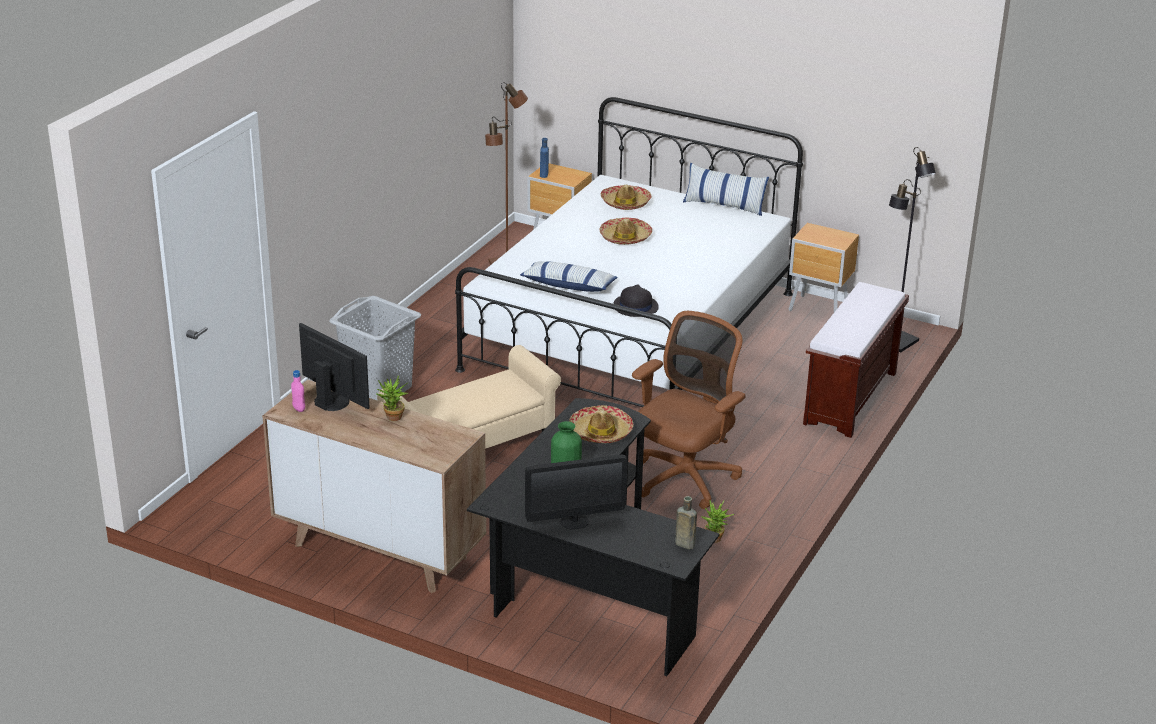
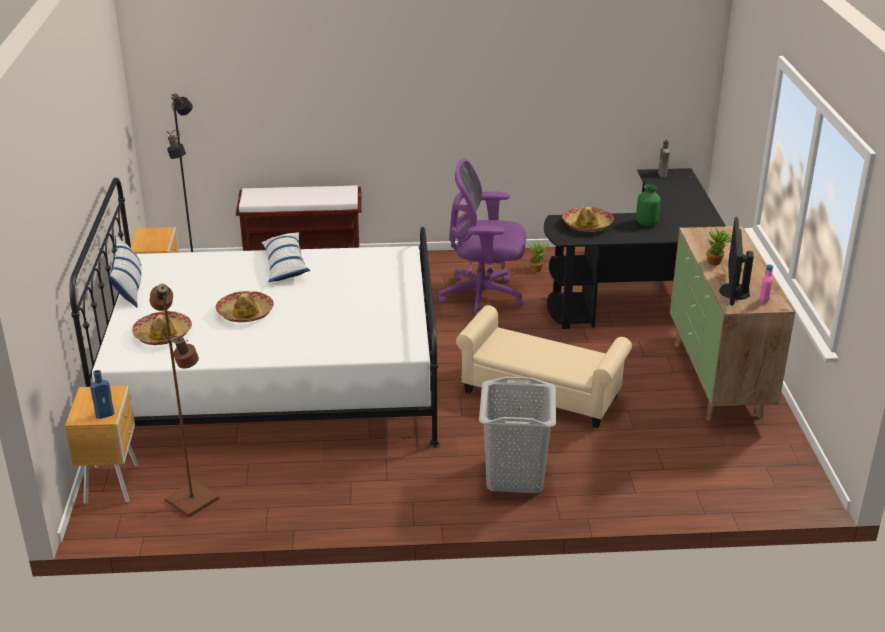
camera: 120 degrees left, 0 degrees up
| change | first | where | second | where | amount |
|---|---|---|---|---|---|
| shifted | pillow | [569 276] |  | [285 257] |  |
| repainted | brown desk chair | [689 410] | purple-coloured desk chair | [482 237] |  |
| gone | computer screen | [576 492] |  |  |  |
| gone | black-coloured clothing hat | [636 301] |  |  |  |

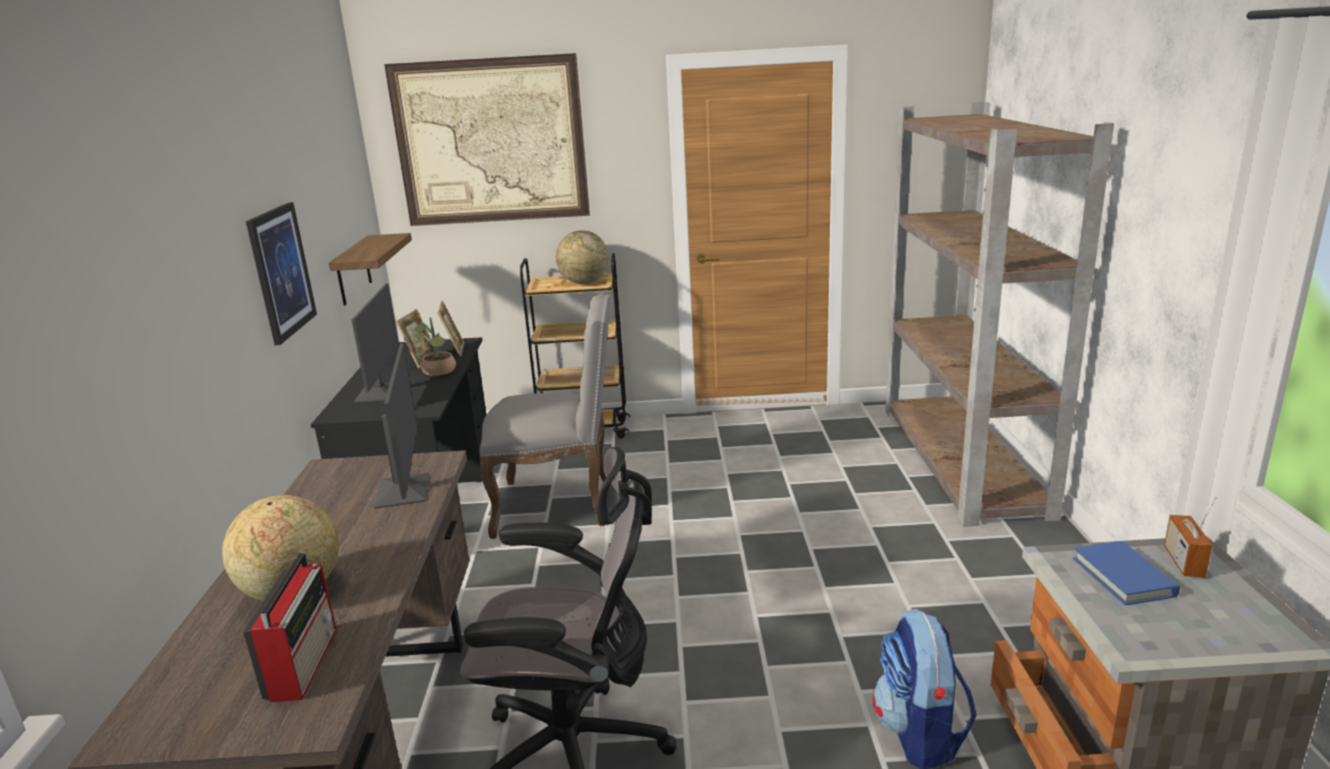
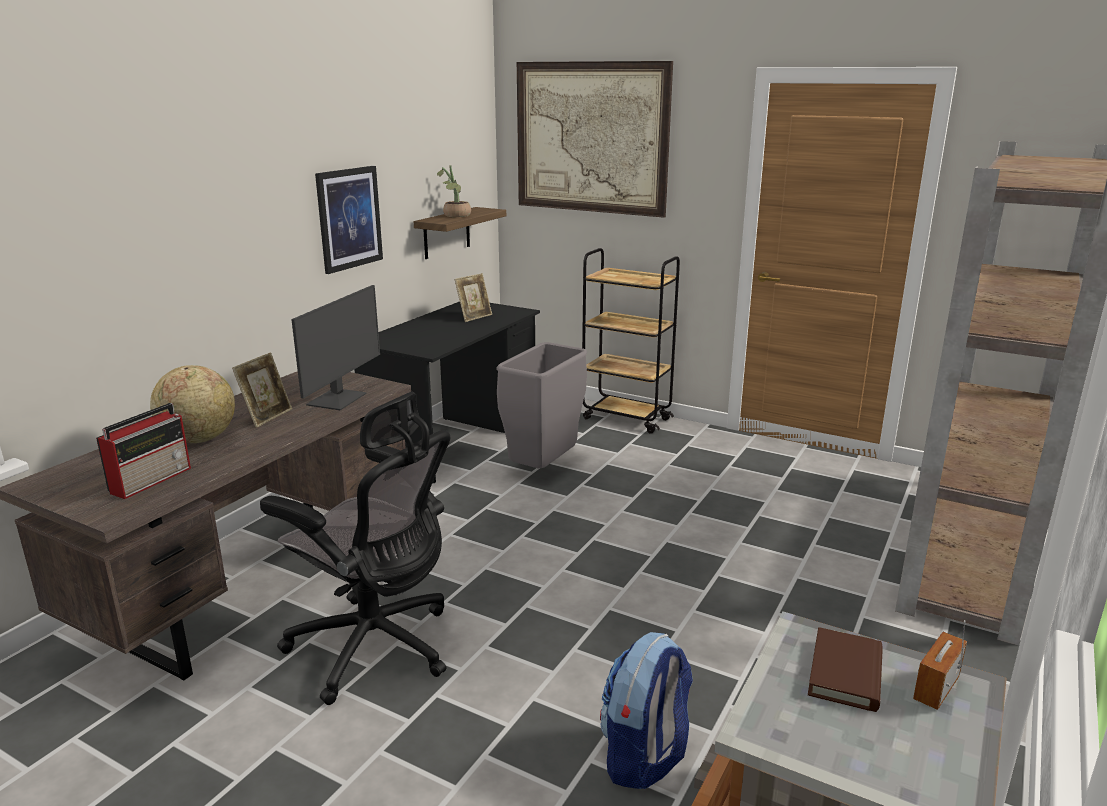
camera: 30 degrees right, 0 degrees up
| change | first | where | second | where | amount |
|---|---|---|---|---|---|
| shifted | photo frame | [450 328] |  | [262 390] |  |
| shifted | plant in a pot | [435 346] |  | [454 191] |  |
| swapped | greyish plain chair | [545 416] | greyish waste bin | [541 405] |  |
| repainted | blue-coloured book | [1126 573] | brown book | [845 669] |  |
| gone | computer screen | [375 343] |  |  |  |
| gone | world globe | [582 257] |  |  |  |

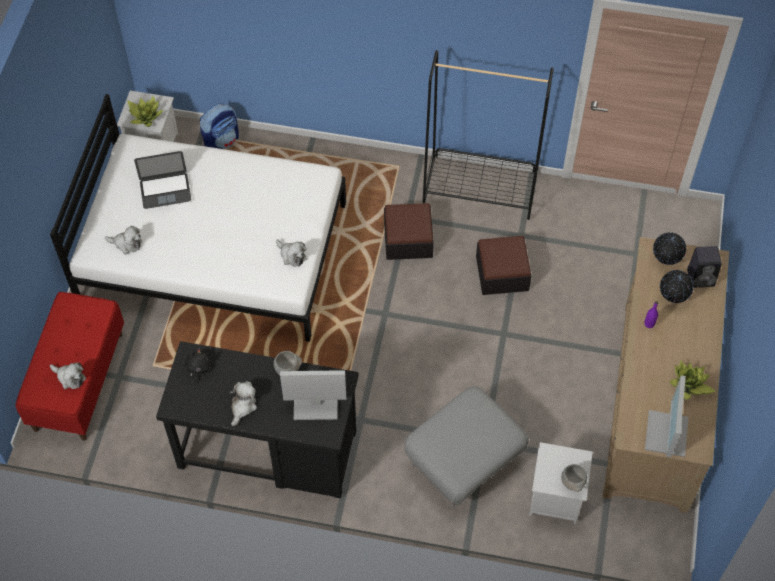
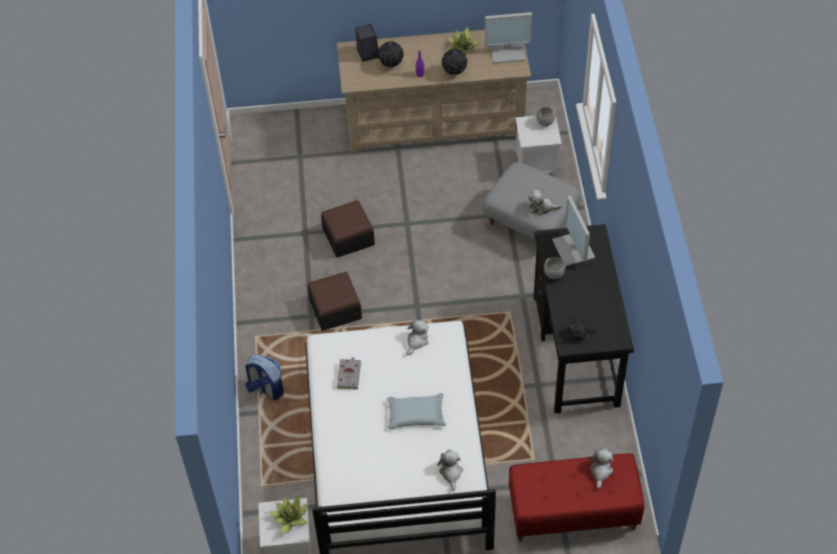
camera: 105 degrees left, 5 degrees down
| change | first | where | second | where | amount |
|---|---|---|---|---|---|
| shifted | knapsack | [219 126] |  | [264 377] |  |
| new |  |  | greyish book | [349 374] |  |
| new |  |  | blue-coloured pillow | [416 411] |  |
| shifted | world globe | [669 248] |  | [454 62] |  |
| shifted | soft toy | [243 403] |  | [545 203] |  |
| gone | portable computer | [162 180] |  |  |  |
| gone | black-coloured garment rack | [488 135] |  |  |  |

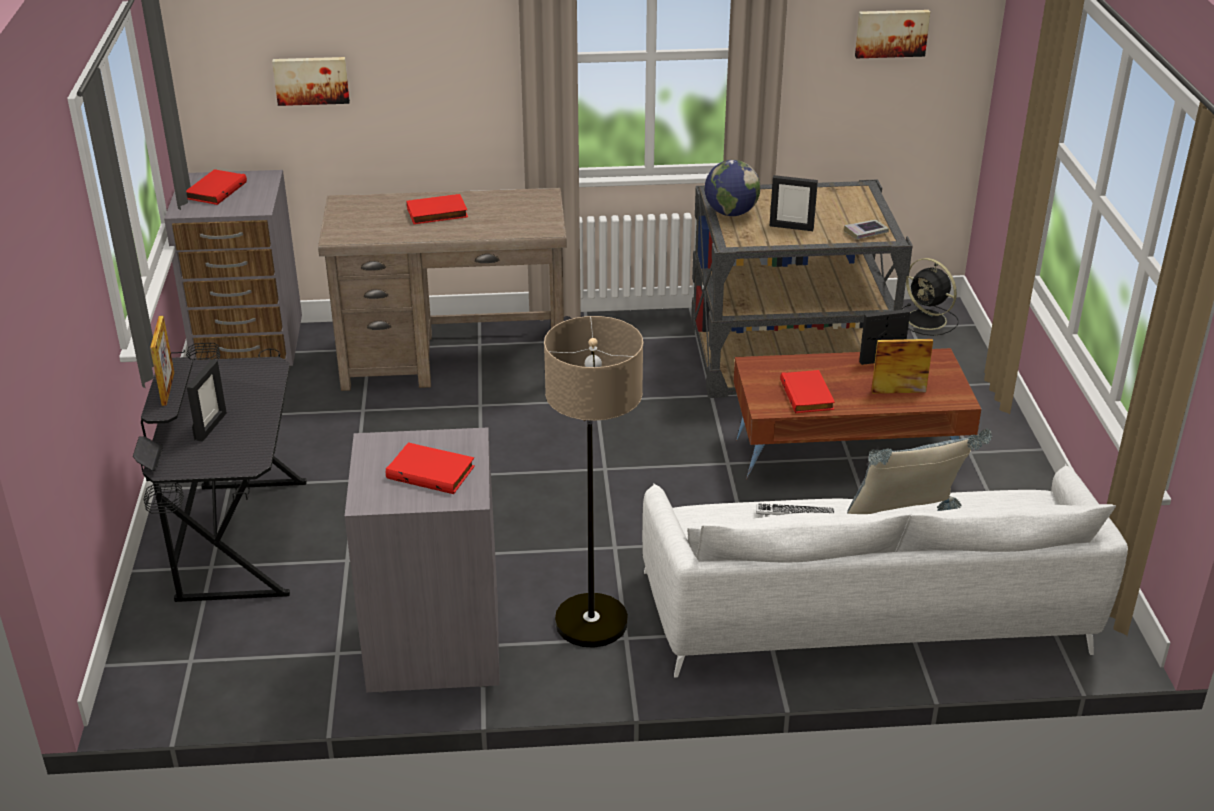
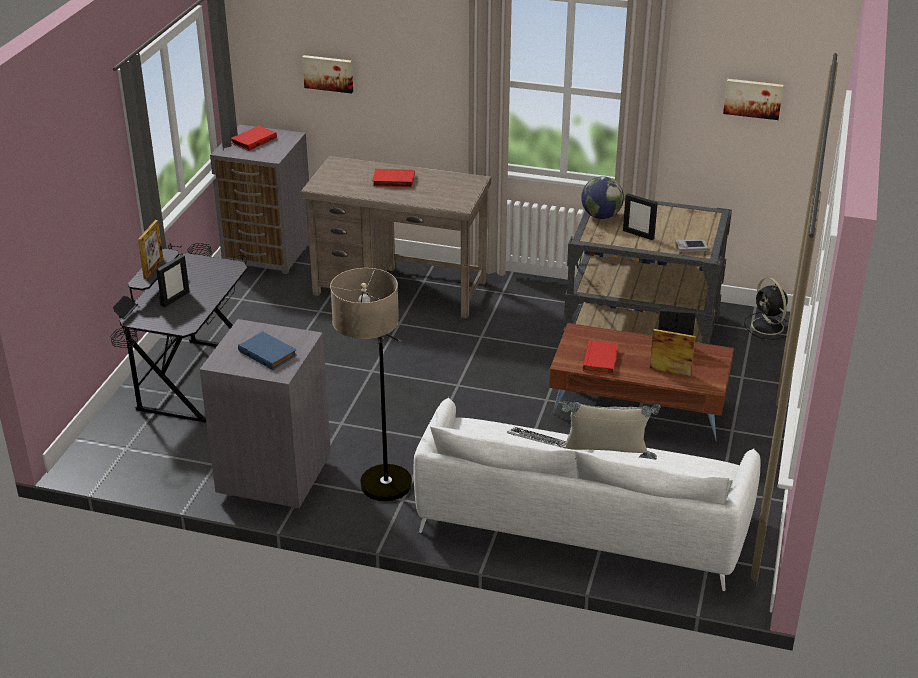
camera: 20 degrees right, 0 degrees up
| change | first | where | second | where | amount |
|---|---|---|---|---|---|
| repainted | red-coloured book | [430 468] | blue-coloured book | [267 350] |  |

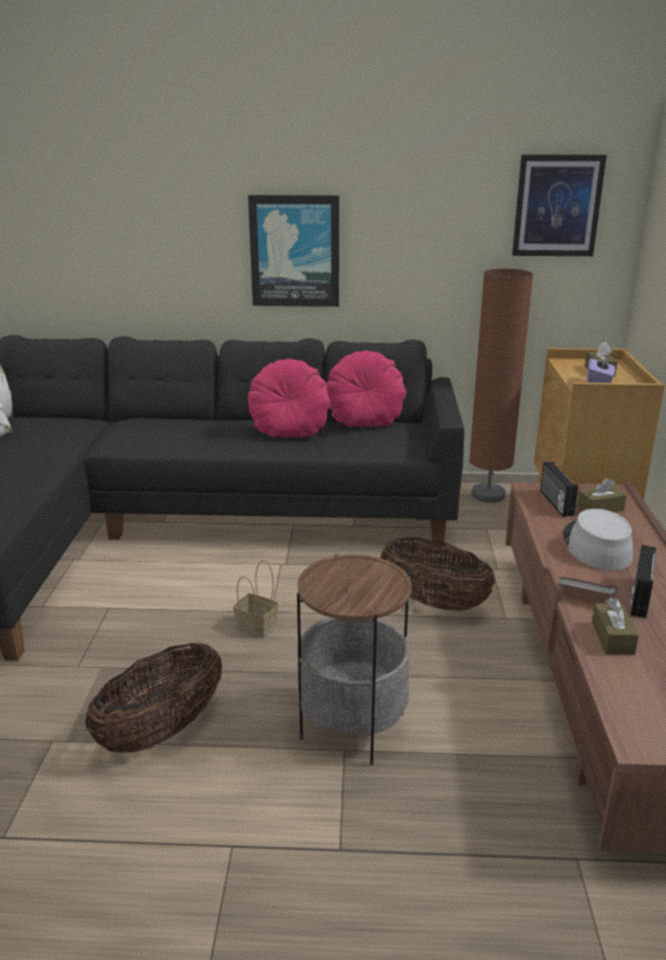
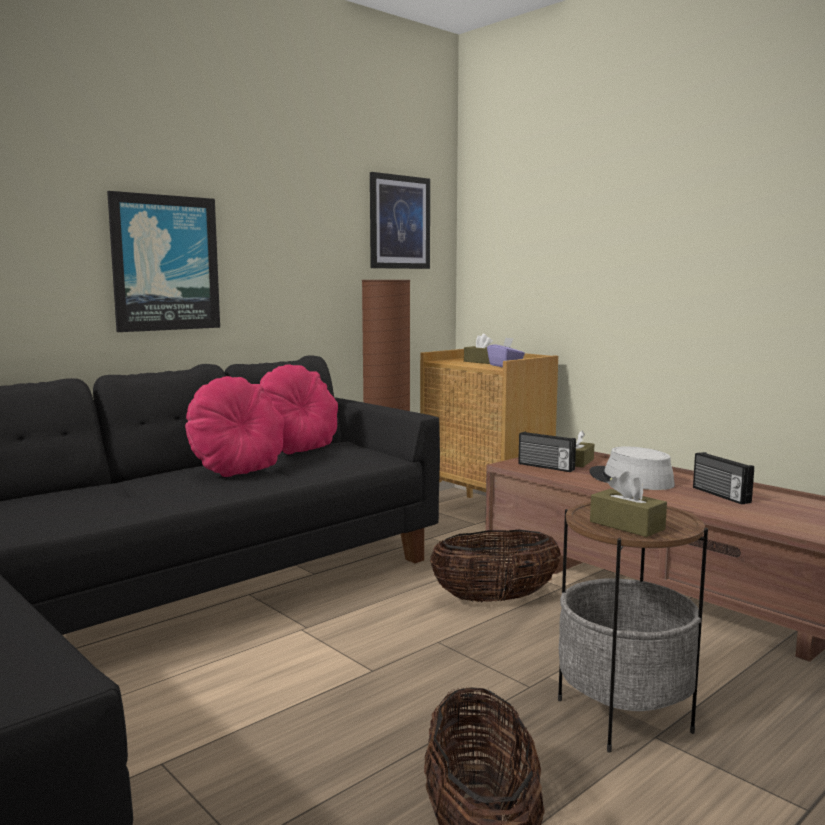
camera: 45 degrees left, 15 degrees down
| change | first | where | second | where | amount |
|---|---|---|---|---|---|
| shifted | brown tissue holder | [615 626] |  | [628 504] |  |
| gone | basket | [255 599] |  |  |  |
| gone | book | [587 586] |  |  |  |

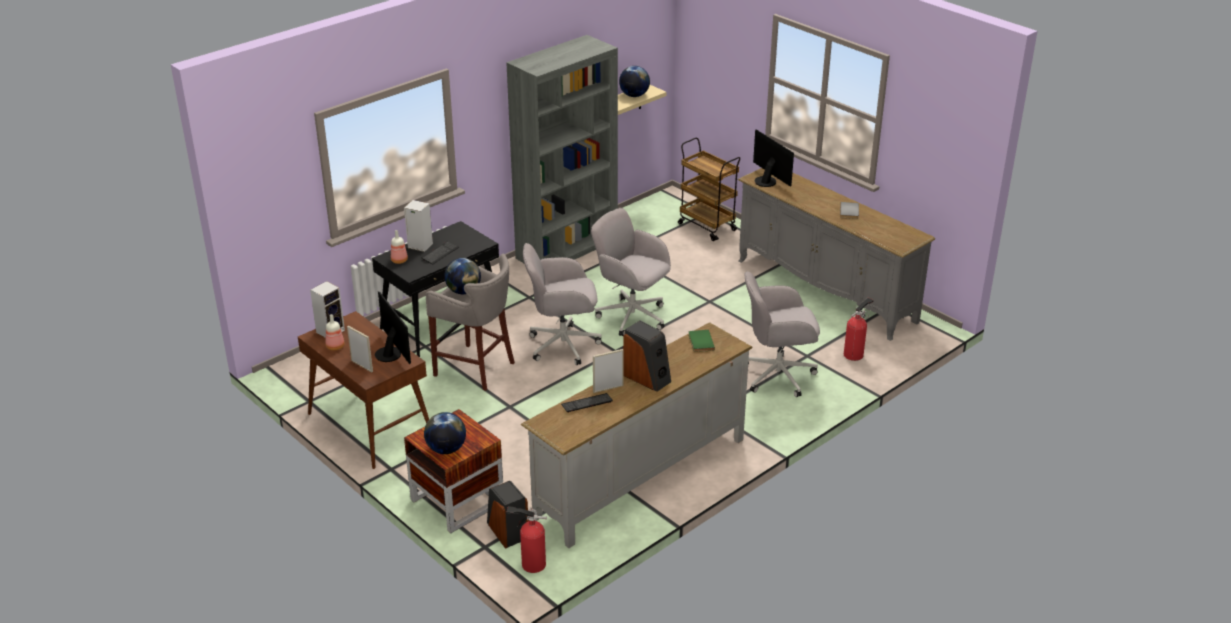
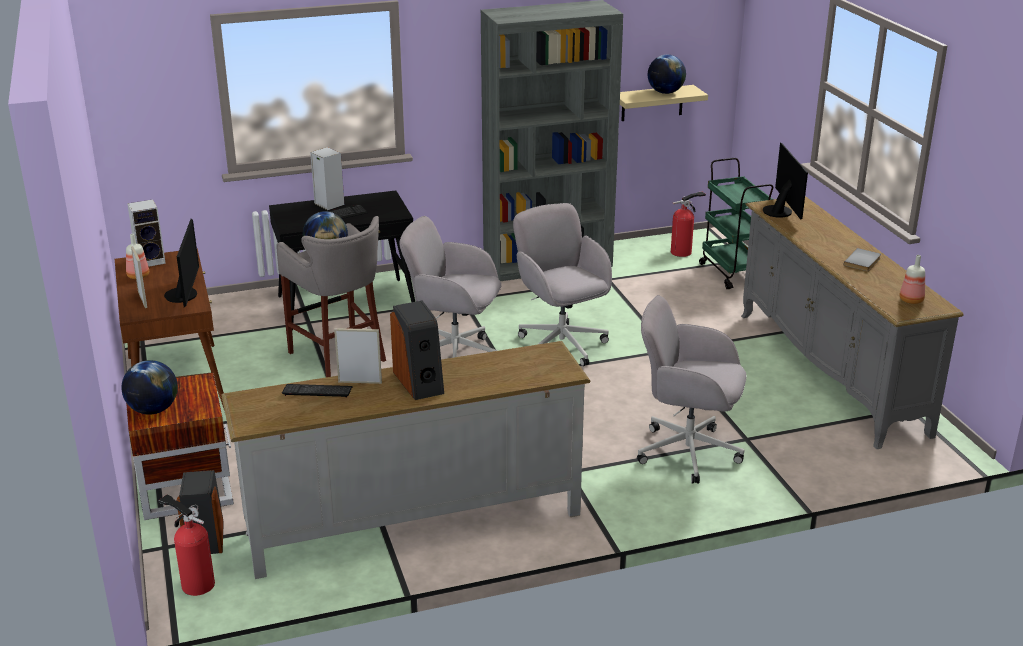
camera: 25 degrees right, 5 degrees down
| change | first | where | second | where | amount |
|---|---|---|---|---|---|
| shifted | fire extinguisher | [859 329] |  | [688 224] |  |
| repainted | brown cart | [709 189] | greenish cart | [736 223] |  |
| shifted | drink bottle | [399 247] |  | [912 279] |  |
| gone | greenish book | [702 341] |  |  |  |

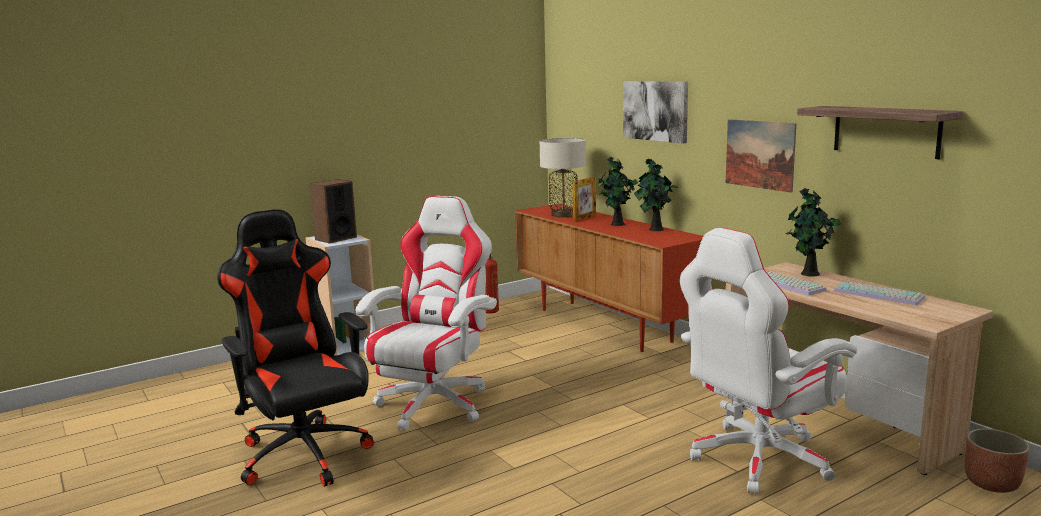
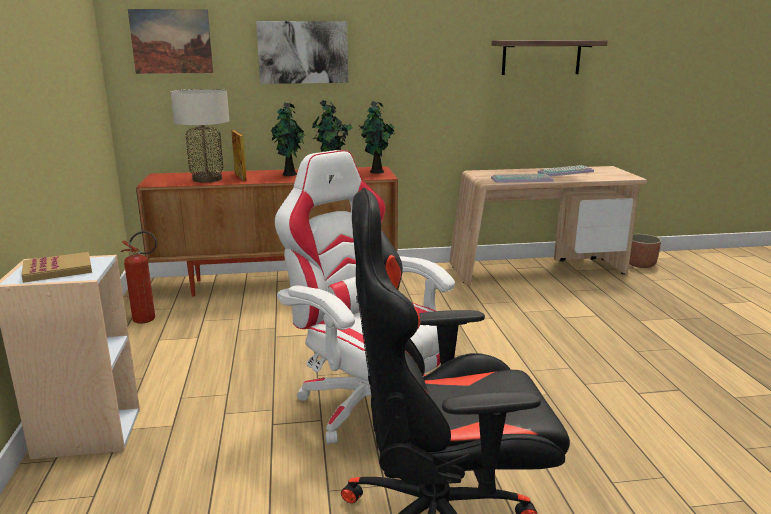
camera: 65 degrees left, 5 degrees up
| change | first | where | second | where | amount |
|---|---|---|---|---|---|
| swapped | speaker | [333 211] | book | [57 267] |  |
| shifted | wall picture | [761 156] |  | [170 41] |  |
| shifted | plant in a pot | [813 232] |  | [377 137] |  |
| gone | white desk chair | [768 360] |  |  |  |

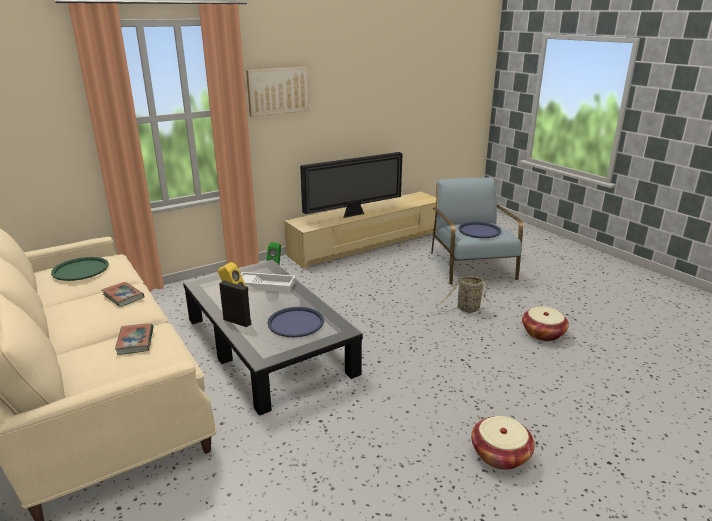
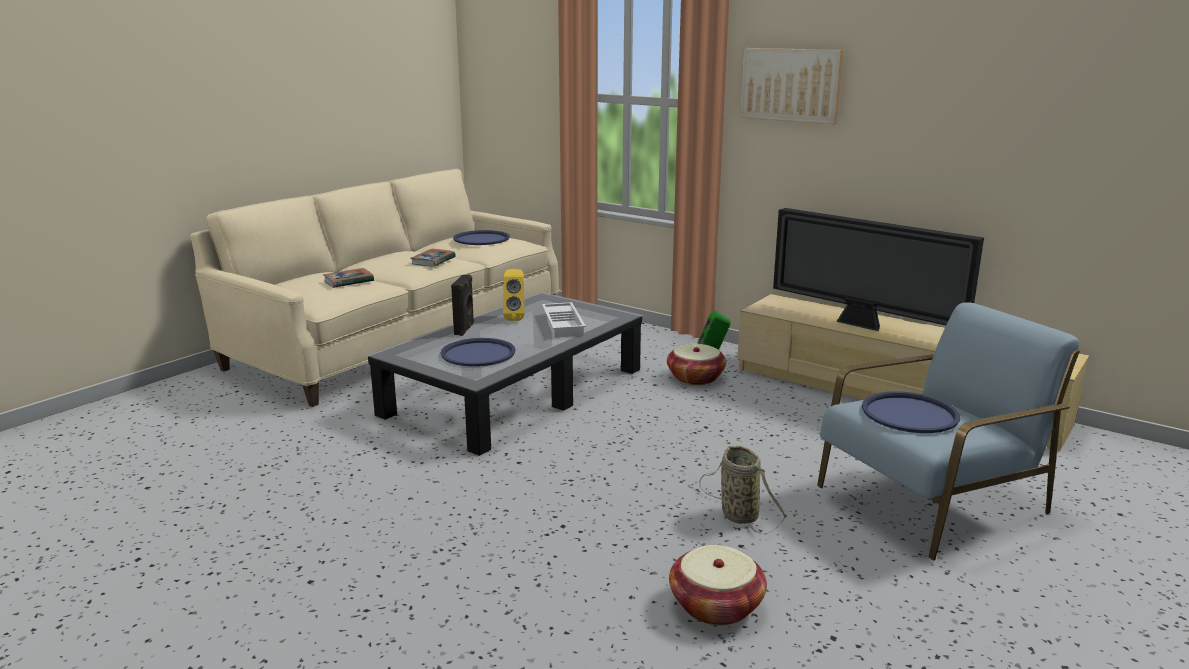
camera: 70 degrees right, 5 degrees down
| change | first | where | second | where | amount |
|---|---|---|---|---|---|
| repainted | greenish tray | [80 269] | blue-coloured tray | [481 237] |  |
| shifted | basket | [503 443] |  | [696 364] |  |

